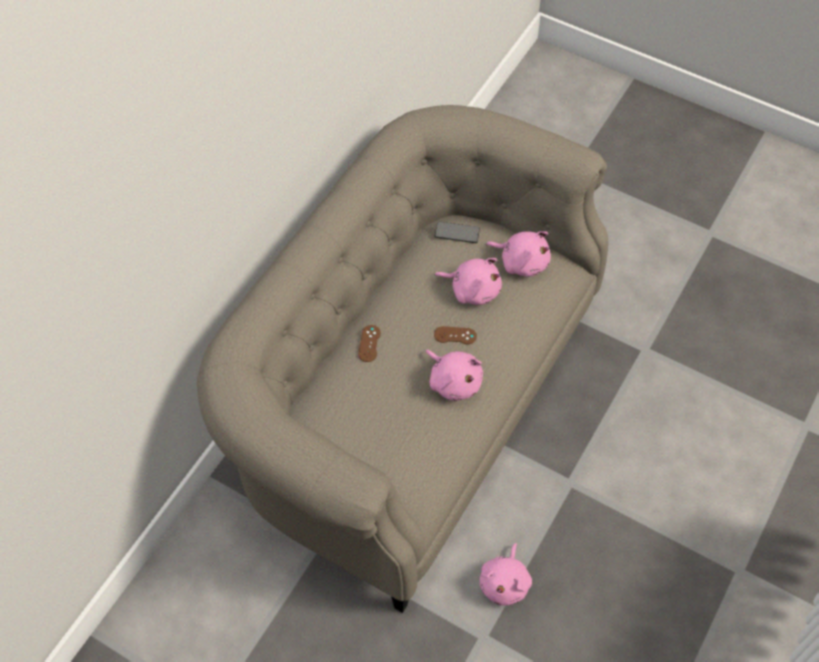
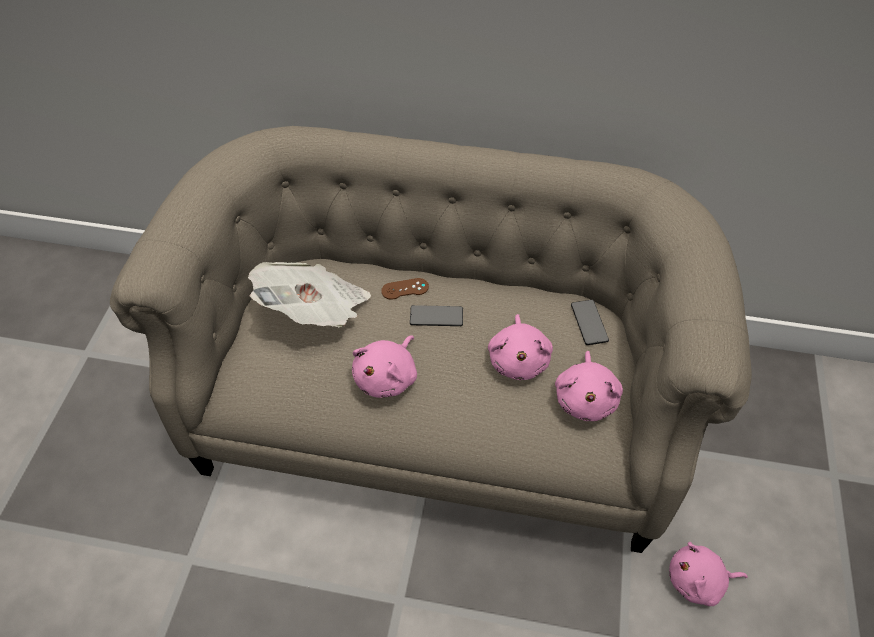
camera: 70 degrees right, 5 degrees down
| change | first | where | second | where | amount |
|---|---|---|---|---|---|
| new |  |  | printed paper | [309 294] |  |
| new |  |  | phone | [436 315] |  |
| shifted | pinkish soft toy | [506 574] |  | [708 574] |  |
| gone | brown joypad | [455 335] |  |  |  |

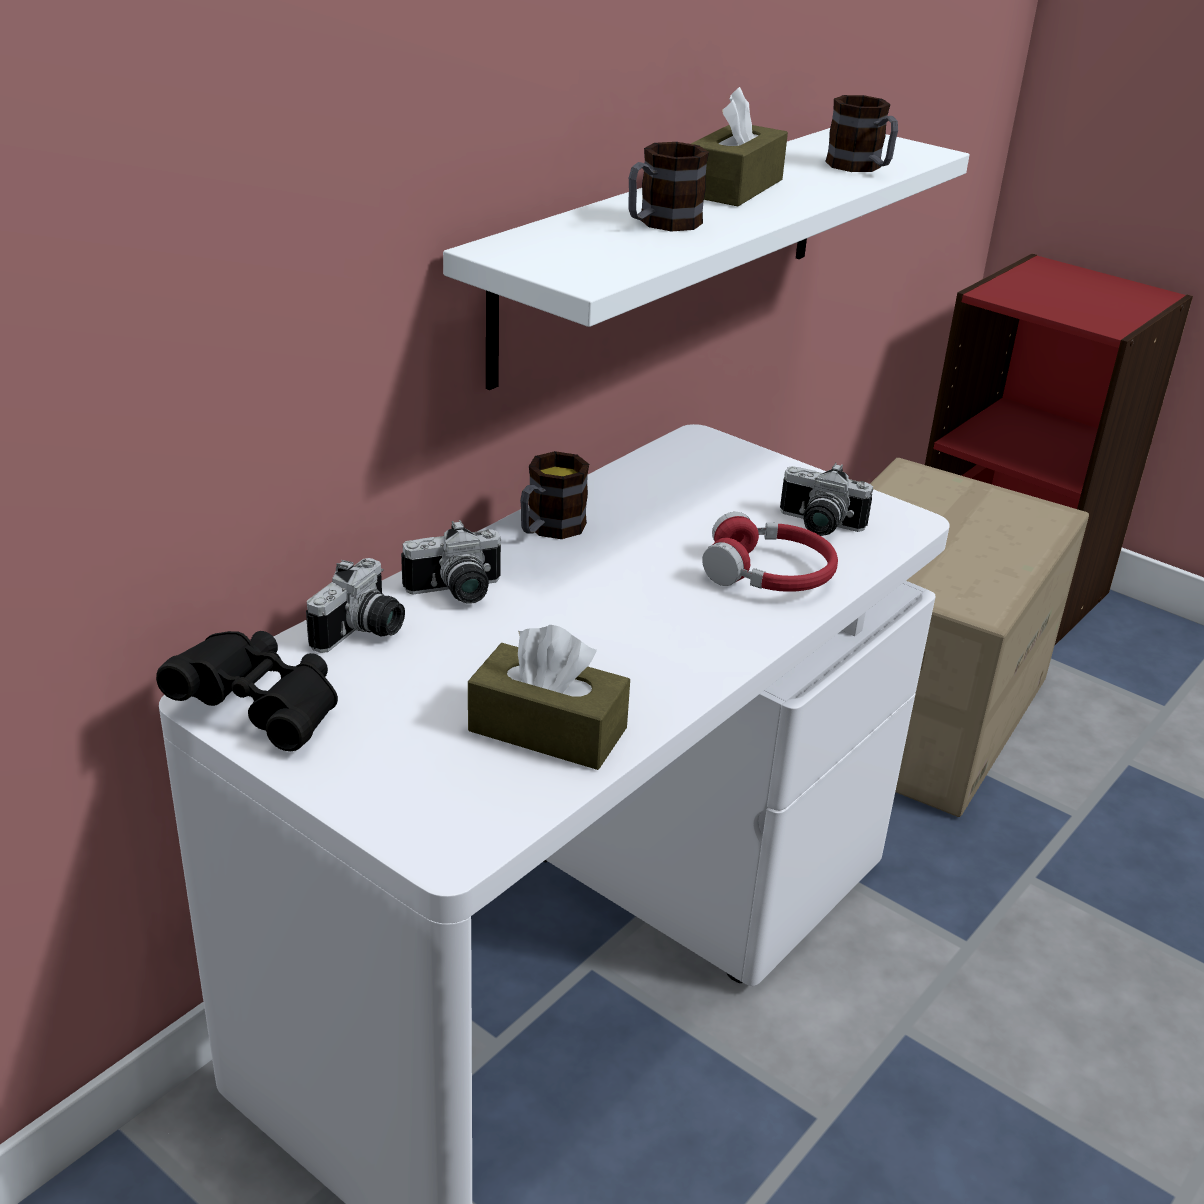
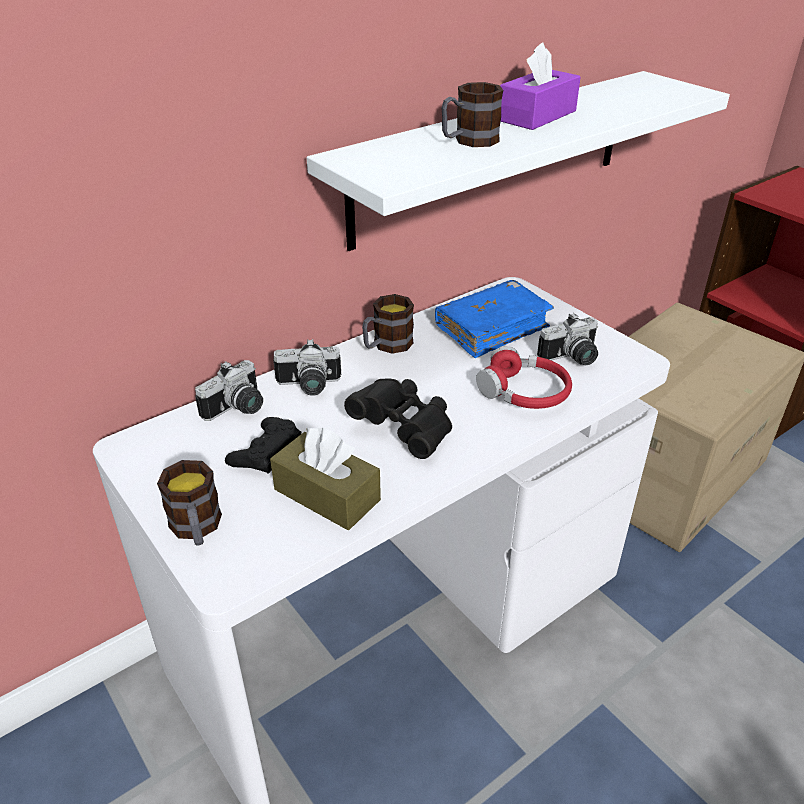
camera: 15 degrees right, 5 degrees up
| change | first | where | second | where | amount |
|---|---|---|---|---|---|
| shifted | mug | [861 133] |  | [189 503] |  |
| new |  |  | black-coloured joypad | [263 445] |  |
| shifted | black-coloured field glasses | [247 691] |  | [398 418] |  |
| new |  |  | blue-coloured book | [494 319] |  |
| repainted | brown tissue holder | [739 146] | purple-coloured tissue holder | [540 86] |  |
| rotated | photo camera | [826 499] |  | [567 339] | 60 degrees counterclockwise |

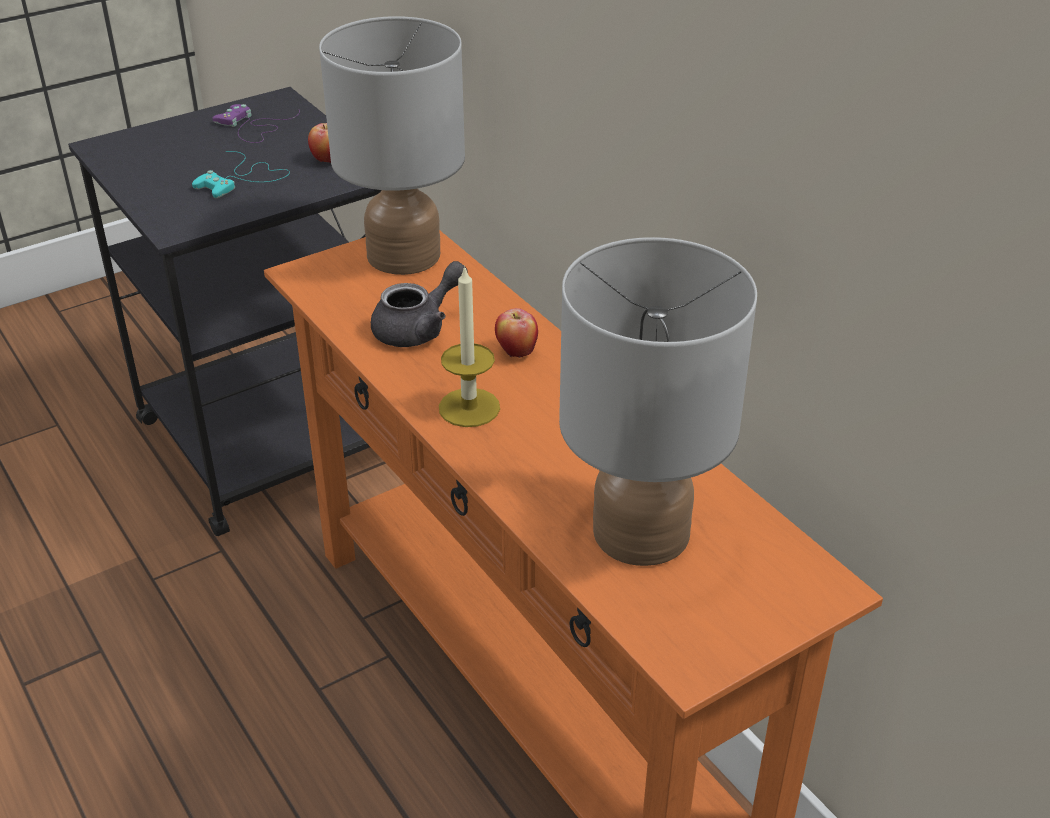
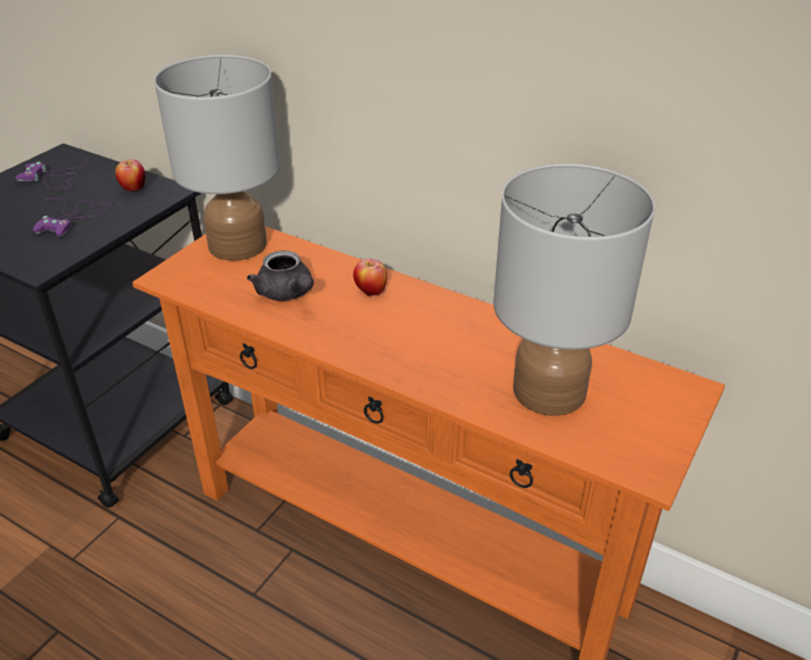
camera: 25 degrees left, 0 degrees up
| change | first | where | second | where | amount |
|---|---|---|---|---|---|
| repainted | turquoise-coloured joypad | [241 174] | purple-coloured joypad | [72 217] |  |
| rotated | greyish teapot | [419 304] |  | [280 276] | 120 degrees clockwise |
| gone | wax light | [469 346] |  |  |  |

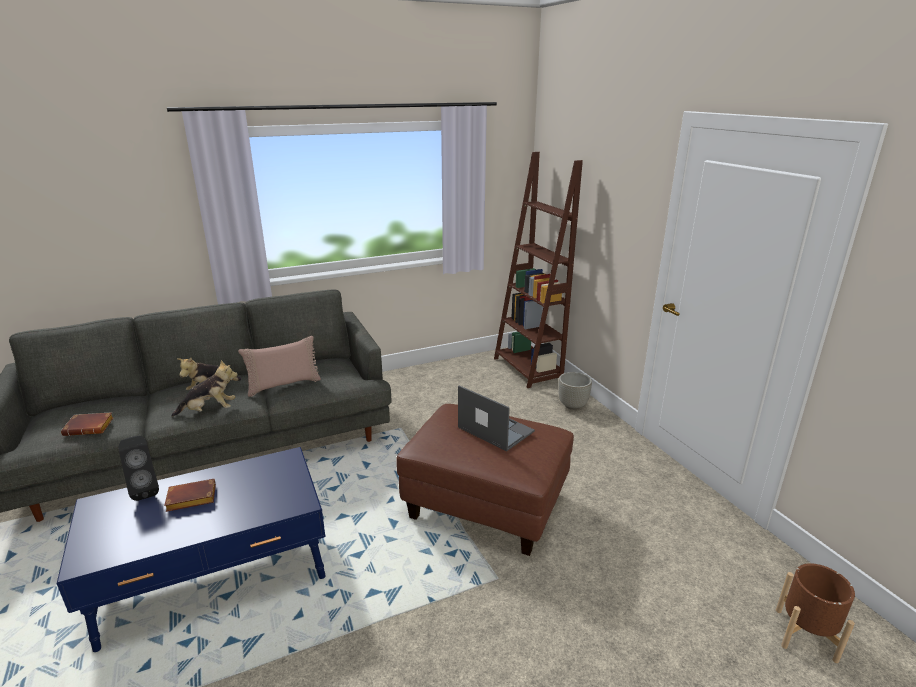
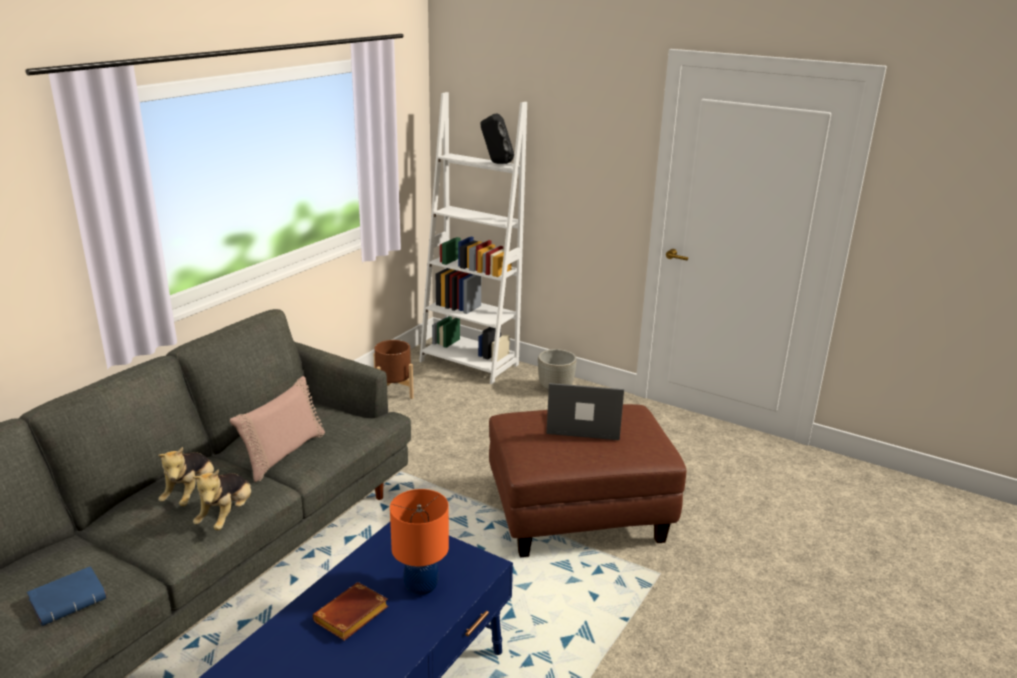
camera: 35 degrees left, 0 degrees up
| change | first | where | second | where | amount |
|---|---|---|---|---|---|
| repainted | brown book | [87 424] | blue-coloured book | [67 596] |  |
| rotated | soft toy | [204 388] |  | [222 499] | 150 degrees clockwise |
| shifted | brown plant pot | [815 613] |  | [393 369] |  |
| new |  |  | orangey tabletop lamp | [419 542] |  |
| repainted | brown bookshelf | [538 270] | white bookshelf | [473 238] |  |
| shifted | black-coloured speaker | [139 468] |  | [497 138] |  |

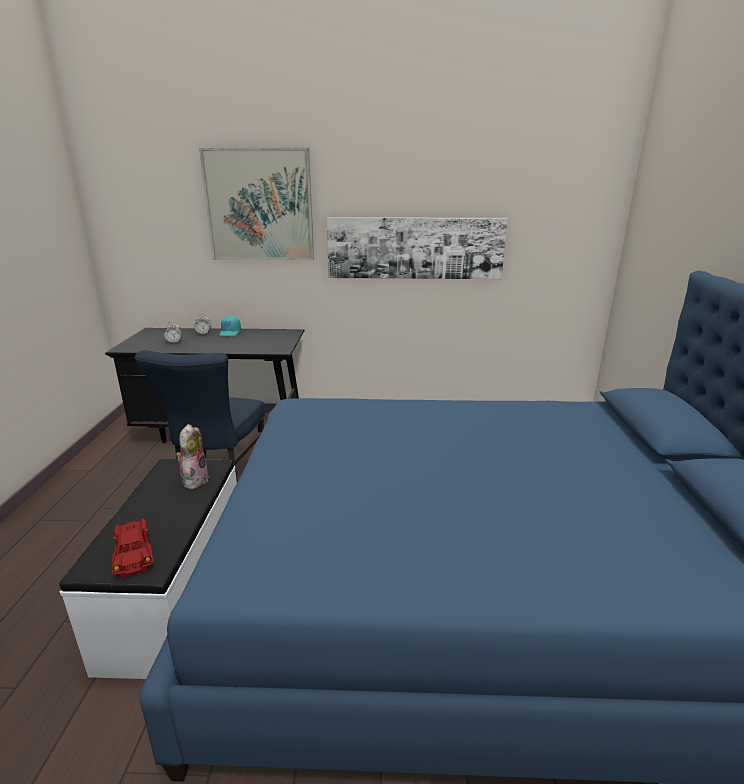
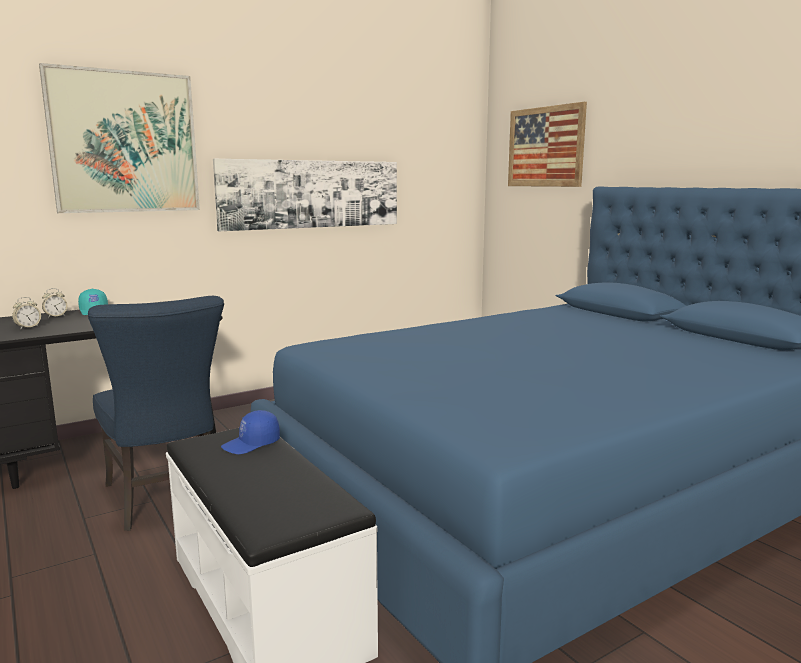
camera: 35 degrees left, 10 degrees down
| change | first | where | second | where | amount |
|---|---|---|---|---|---|
| swapped | soft toy | [192 457] | blue-coloured baseball cap | [250 432] |  |
| new |  |  | wall picture | [547 144] |  |
| gone | red-coloured model car | [132 548] |  |  |  |

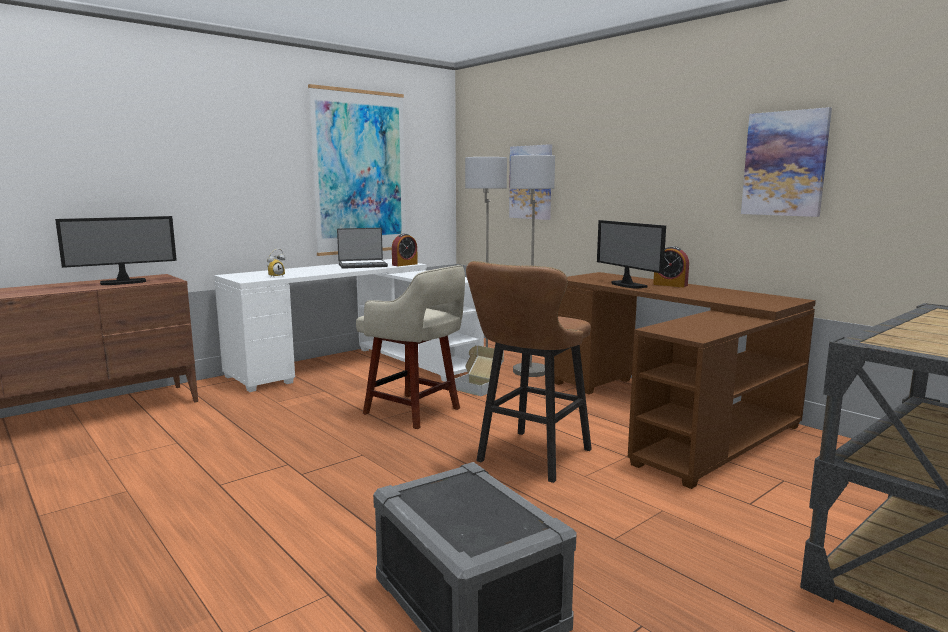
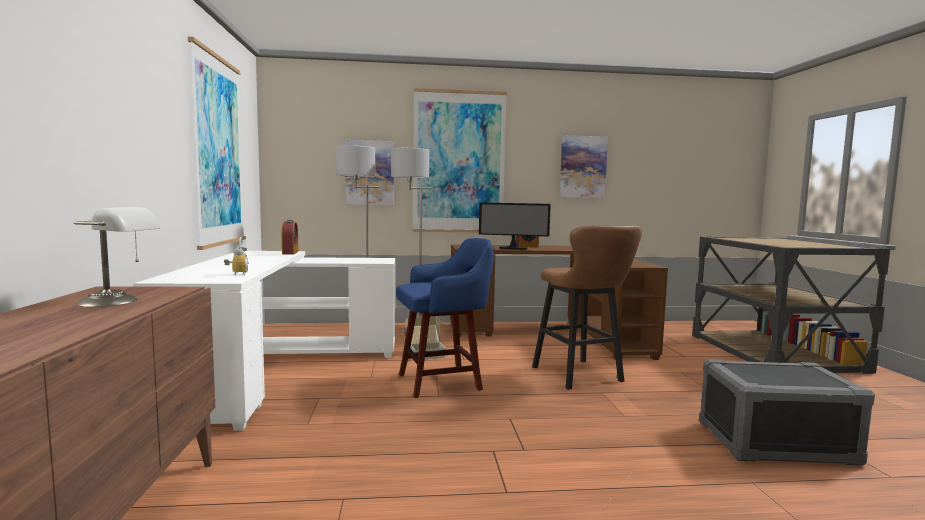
camera: 55 degrees left, 5 degrees down
| change | first | where | second | where | amount |
|---|---|---|---|---|---|
| swapped | computer screen | [116 250] | white tabletop lamp | [117 257] |  |
| repainted | beige-coloured sitting stool | [410 347] | blue-coloured sitting stool | [445 318] |  |
| new |  |  | wall picture | [460 160] |  |
| gone | portable computer | [362 248] |  |  |  |

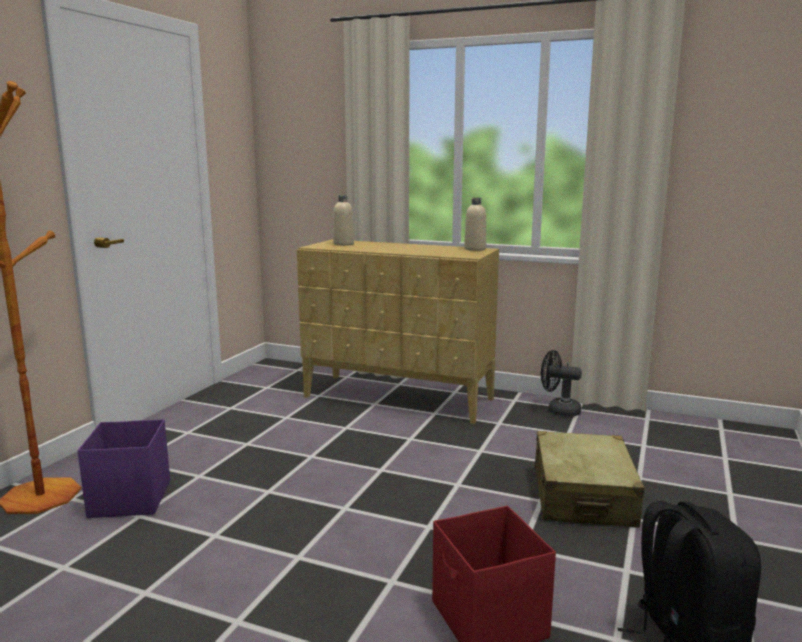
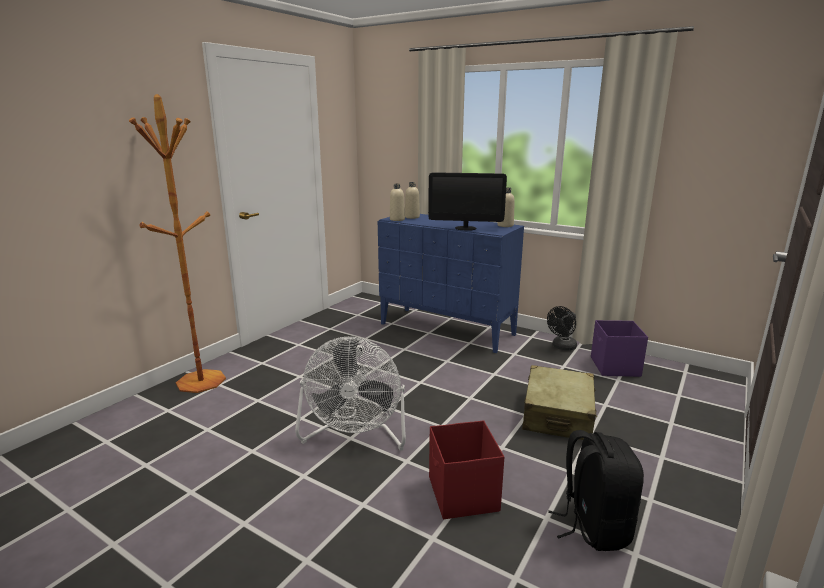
camera: 10 degrees right, 5 degrees up
| change | first | where | second | where | amount |
|---|---|---|---|---|---|
| new |  |  | white fan | [350 394] |  |
| repainted | beige-coloured drawer chest | [398 332] | blue-coloured drawer chest | [451 283] |  |
| new |  |  | beige-coloured drink bottle | [397 202] |  |
| new |  |  | computer screen | [467 201] |  |
| rotated | black-coloured fan | [561 383] |  | [562 328] | 75 degrees counterclockwise |
| shifted | purple-coloured storage box | [123 468] |  | [619 348] |  |

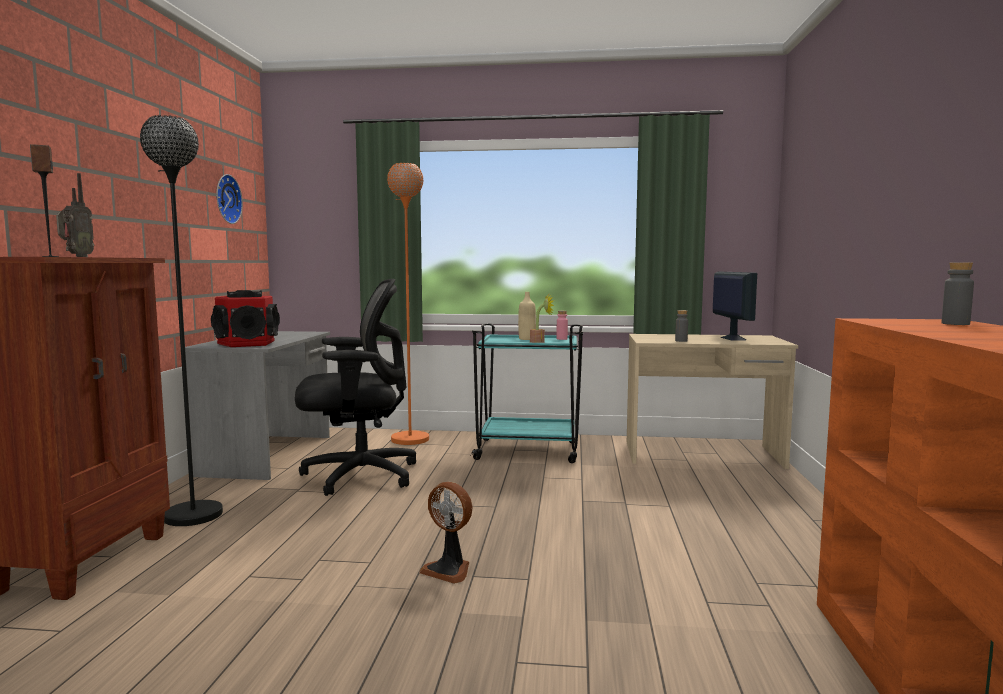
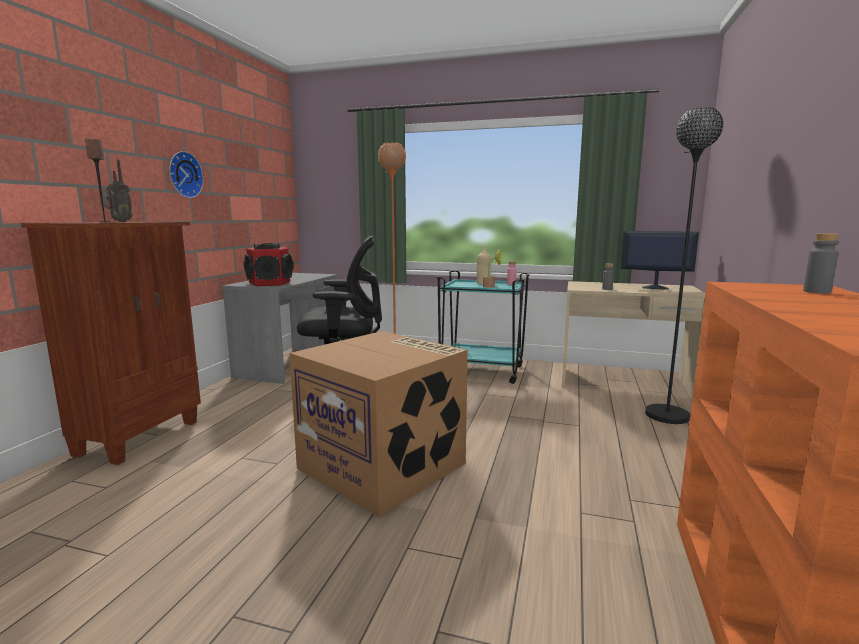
camera: 10 degrees right, 5 degrees up
| change | first | where | second | where | amount |
|---|---|---|---|---|---|
| shifted | hanging clock | [229 199] |  | [186 174] |  |
| swapped | fan | [445 533] | cardboard box | [378 424] |  |
| rotated | computer screen | [735 306] |  | [660 260] | 75 degrees counterclockwise |
| shifted | black-coloured standard lamp | [181 320] |  | [684 265] |  |

